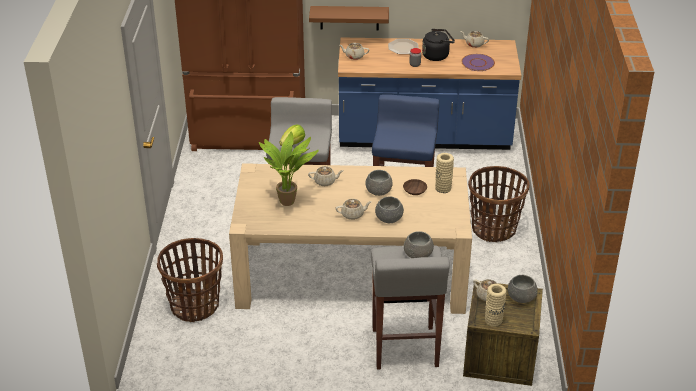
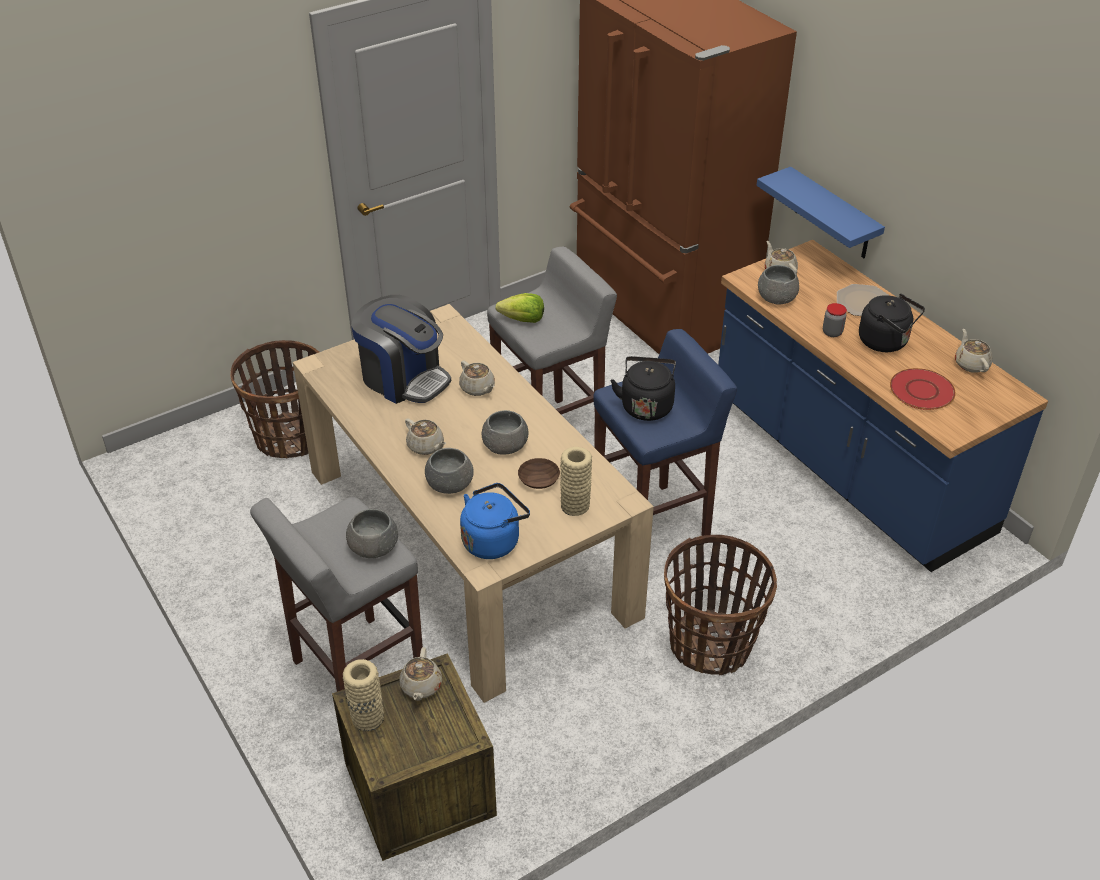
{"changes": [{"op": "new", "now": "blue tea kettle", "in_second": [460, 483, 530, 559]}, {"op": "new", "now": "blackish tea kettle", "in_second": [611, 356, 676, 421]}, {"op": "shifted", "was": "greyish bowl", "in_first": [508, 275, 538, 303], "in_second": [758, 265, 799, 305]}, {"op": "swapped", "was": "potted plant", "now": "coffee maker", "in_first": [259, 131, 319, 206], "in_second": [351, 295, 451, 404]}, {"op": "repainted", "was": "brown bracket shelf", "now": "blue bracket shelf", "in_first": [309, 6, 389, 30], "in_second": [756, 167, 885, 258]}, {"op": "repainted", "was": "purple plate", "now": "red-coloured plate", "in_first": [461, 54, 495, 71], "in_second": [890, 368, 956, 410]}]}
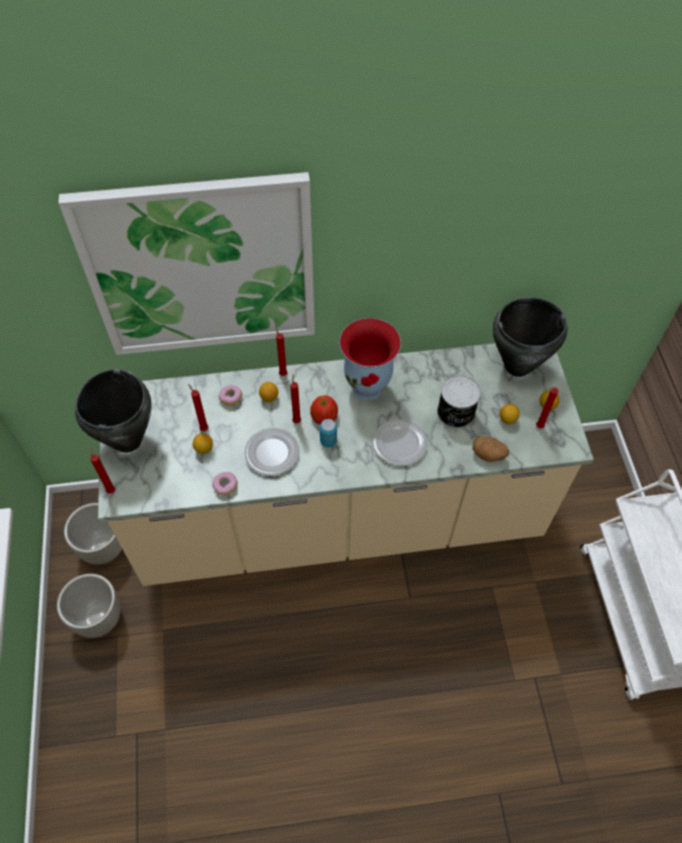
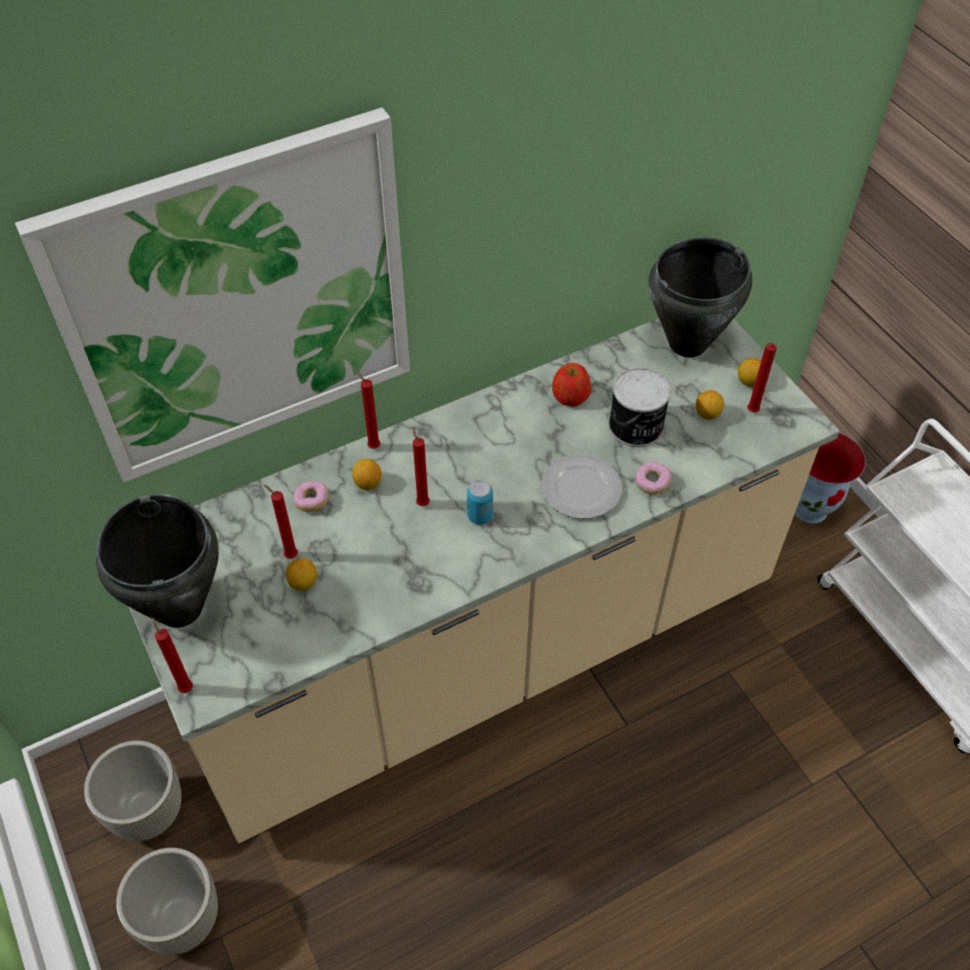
{"changes": [{"op": "gone", "was": "plate", "in_first": [244, 428, 299, 476]}, {"op": "gone", "was": "whole potato", "in_first": [473, 436, 509, 462]}, {"op": "shifted", "was": "doughnut", "in_first": [212, 472, 238, 495], "in_second": [635, 462, 672, 494]}, {"op": "shifted", "was": "apple", "in_first": [310, 395, 338, 424], "in_second": [552, 363, 591, 407]}, {"op": "shifted", "was": "vase", "in_first": [339, 318, 401, 401], "in_second": [795, 433, 866, 523]}]}
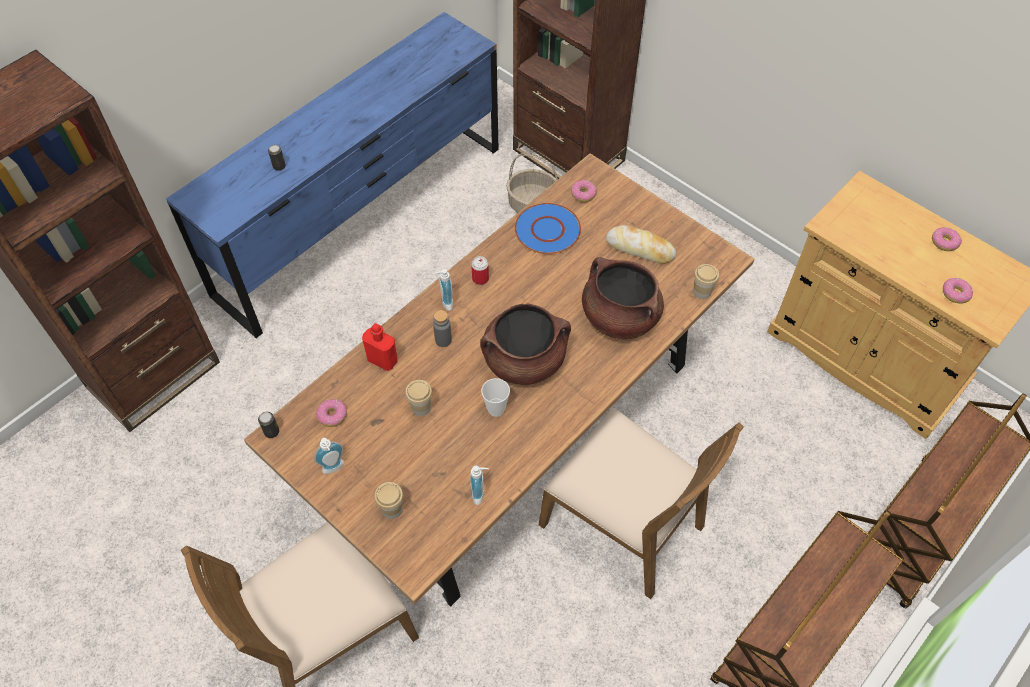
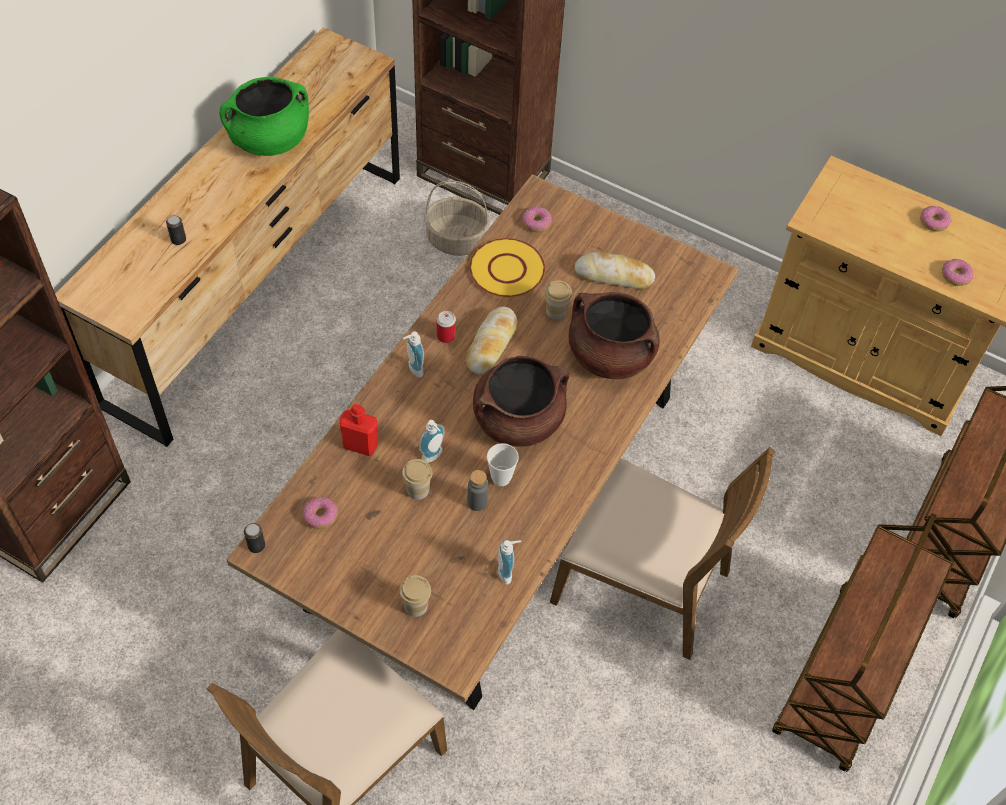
{"changes": [{"op": "new", "now": "green stockpot", "in_second": [219, 77, 309, 156]}, {"op": "new", "now": "bakery bread", "in_second": [466, 306, 517, 375]}, {"op": "shifted", "was": "liquid soap bottle", "in_first": [314, 438, 344, 474], "in_second": [419, 420, 445, 463]}, {"op": "shifted", "was": "greyish bottle", "in_first": [433, 310, 452, 347], "in_second": [468, 470, 488, 511]}, {"op": "shifted", "was": "drinking cup", "in_first": [693, 264, 719, 299], "in_second": [545, 280, 572, 320]}, {"op": "repainted", "was": "blue drawer chest", "now": "brown drawer chest", "in_first": [166, 12, 499, 338], "in_second": [55, 27, 400, 447]}, {"op": "repainted", "was": "blue plate", "now": "yellowish plate", "in_first": [514, 203, 581, 254], "in_second": [469, 238, 545, 297]}]}
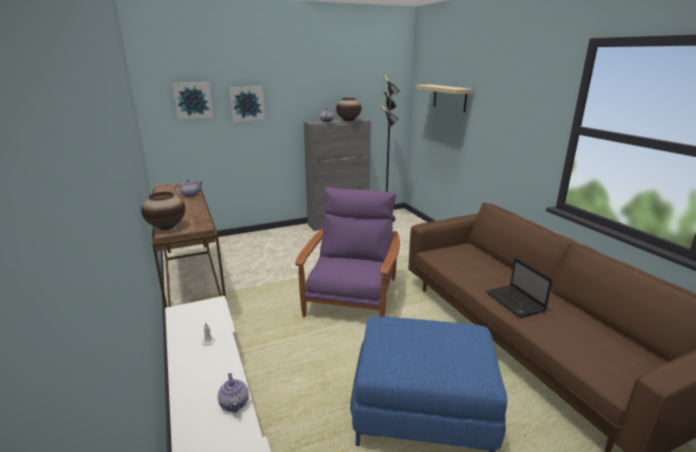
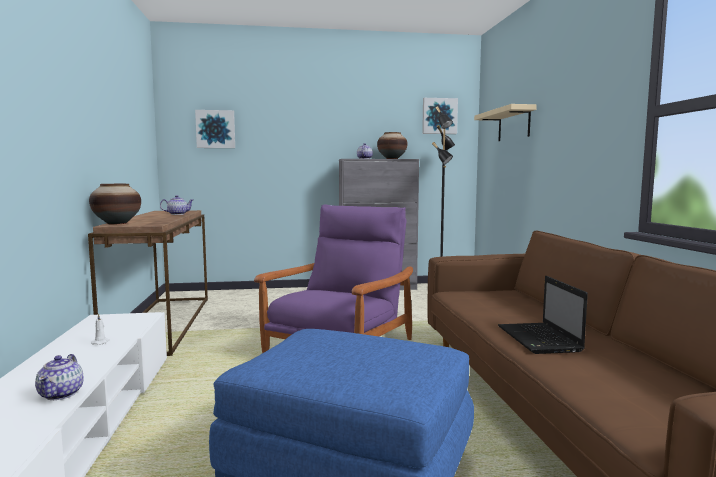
{"changes": [{"op": "shifted", "was": "picture", "in_first": [229, 86, 265, 122], "in_second": [422, 98, 458, 134]}]}
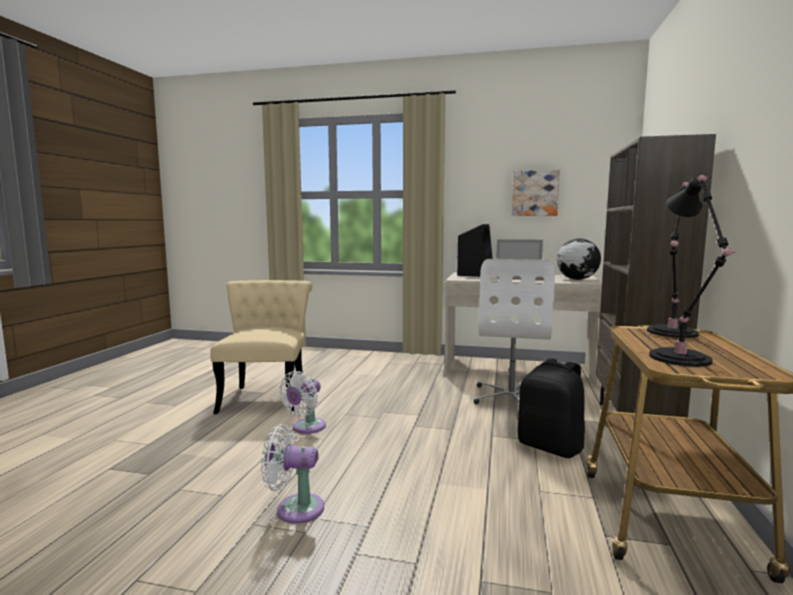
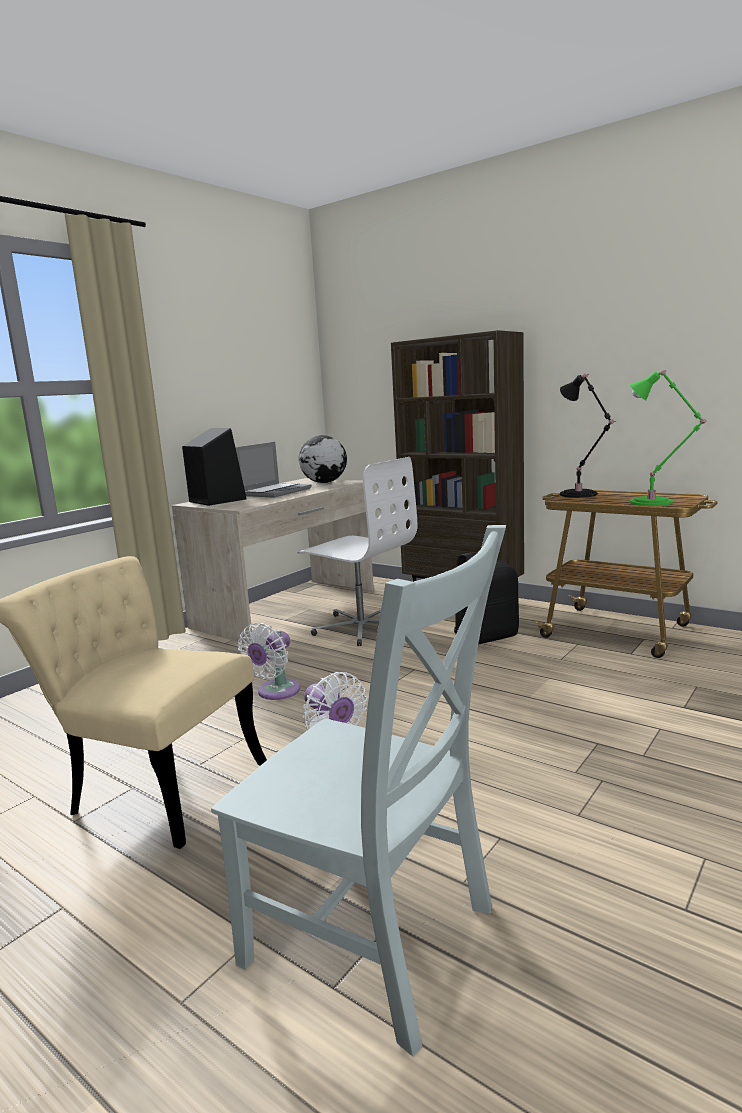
{"changes": [{"op": "gone", "was": "picture", "in_first": [512, 170, 560, 216]}, {"op": "new", "now": "greyish plain chair", "in_second": [211, 525, 506, 1057]}, {"op": "shifted", "was": "whitish electric fan", "in_first": [261, 424, 324, 524], "in_second": [238, 623, 300, 700]}, {"op": "repainted", "was": "blackish lamp for a table", "now": "green lamp for a table", "in_first": [649, 175, 736, 367], "in_second": [630, 370, 706, 506]}]}
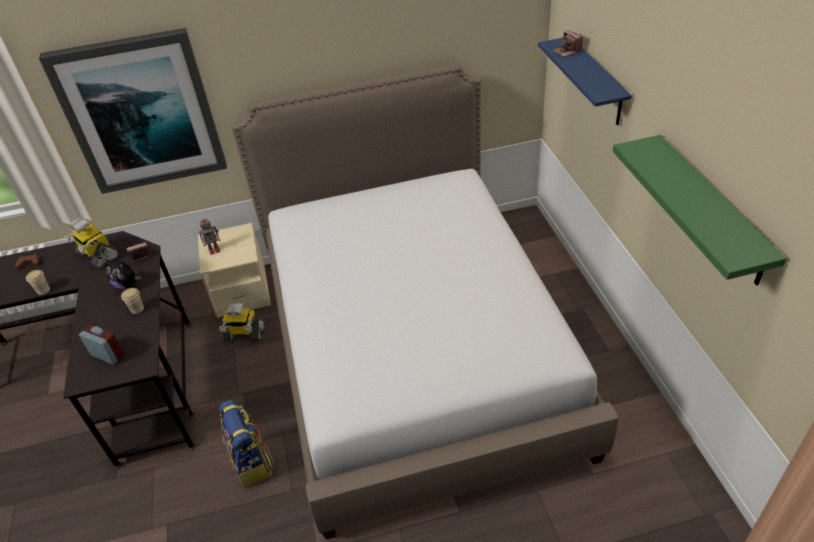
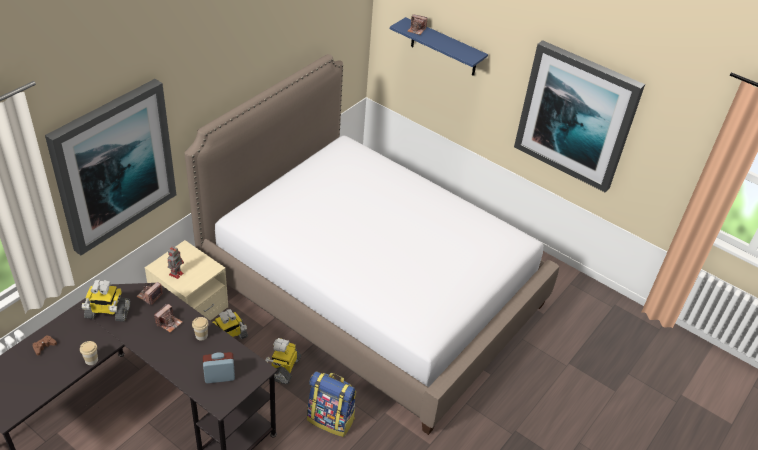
{"changes": [{"op": "new", "now": "robot figure", "in_second": [265, 338, 301, 384]}, {"op": "swapped", "was": "cuddly toy", "now": "photo camera", "in_first": [105, 259, 141, 290], "in_second": [154, 303, 183, 333]}, {"op": "swapped", "was": "green bracket shelf", "now": "picture", "in_first": [613, 135, 787, 285], "in_second": [514, 40, 645, 193]}]}
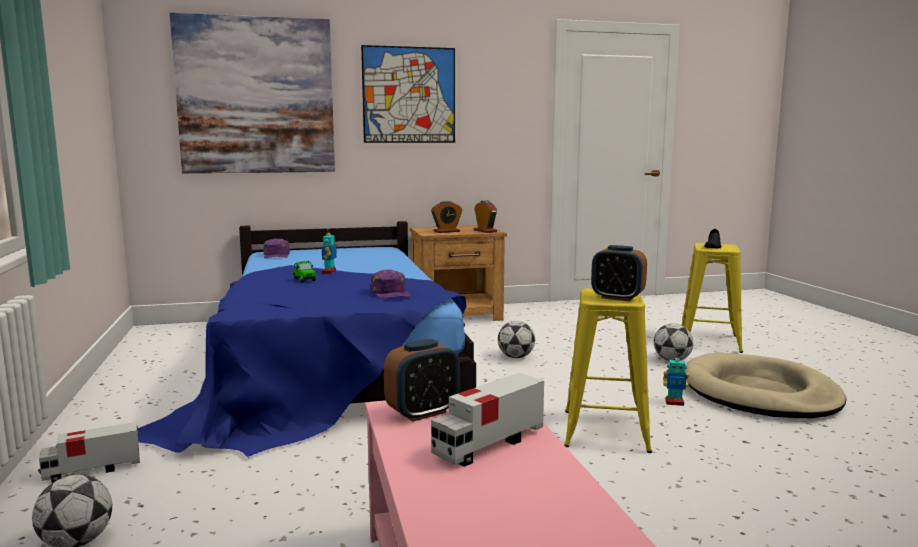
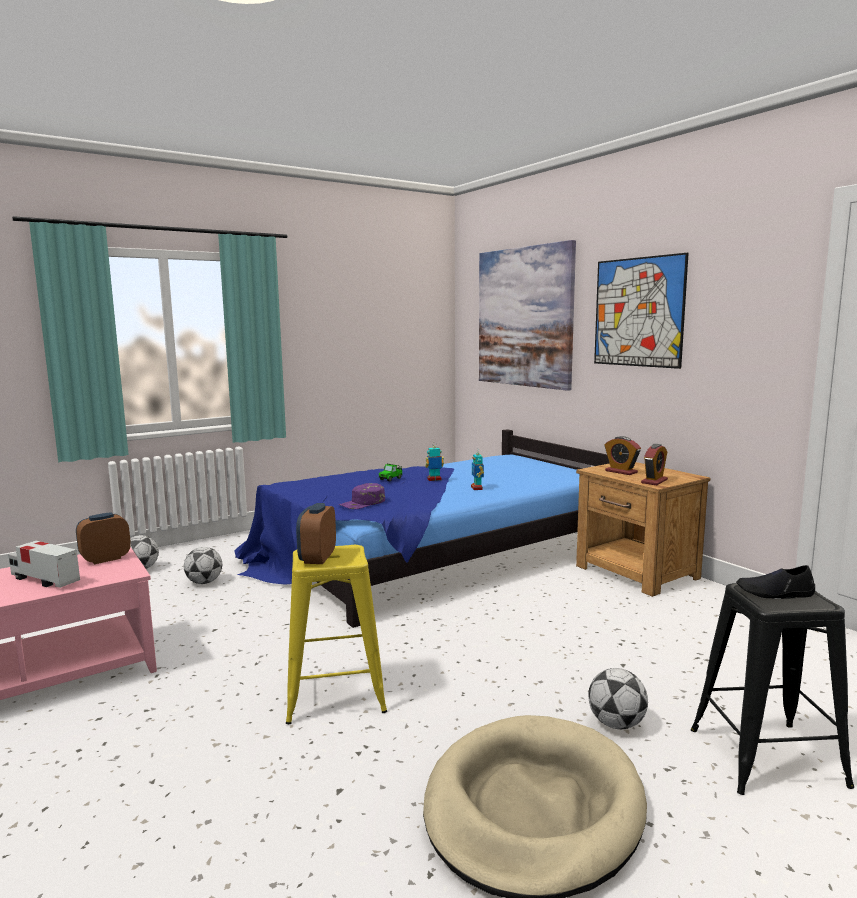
{"changes": [{"op": "gone", "was": "toy lorry", "in_first": [38, 422, 140, 483]}, {"op": "gone", "was": "purple peaked cap", "in_first": [263, 239, 290, 258]}, {"op": "shifted", "was": "ball for football", "in_first": [498, 321, 535, 358], "in_second": [184, 547, 222, 584]}, {"op": "shifted", "was": "robot figure", "in_first": [663, 353, 689, 406], "in_second": [471, 449, 484, 490]}, {"op": "repainted", "was": "yellowish sitting stool", "now": "blackish sitting stool", "in_first": [682, 243, 743, 353], "in_second": [691, 583, 854, 795]}, {"op": "rotated", "was": "bedside clock", "in_first": [384, 339, 460, 422], "in_second": [76, 512, 131, 564], "clockwise": 105}]}
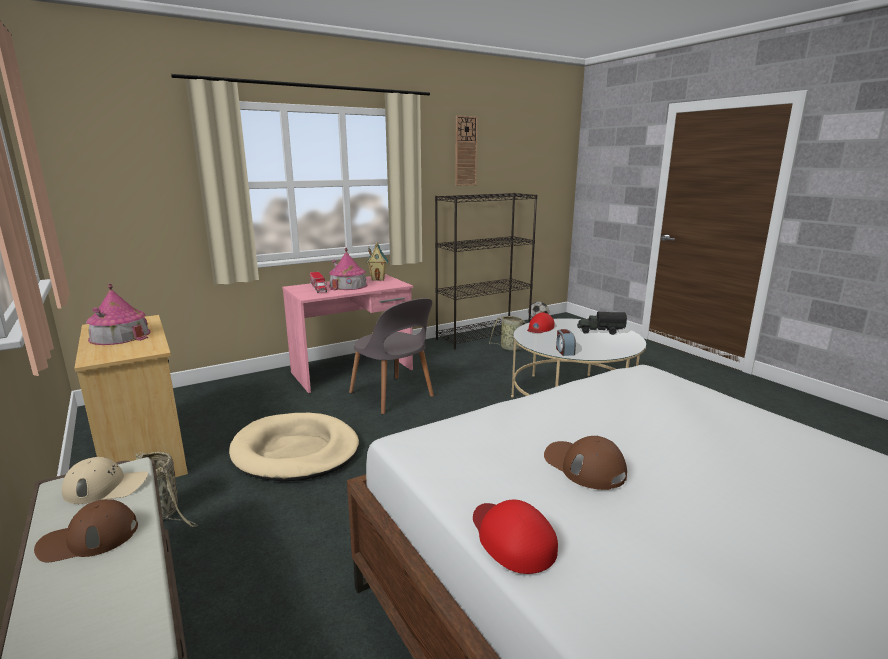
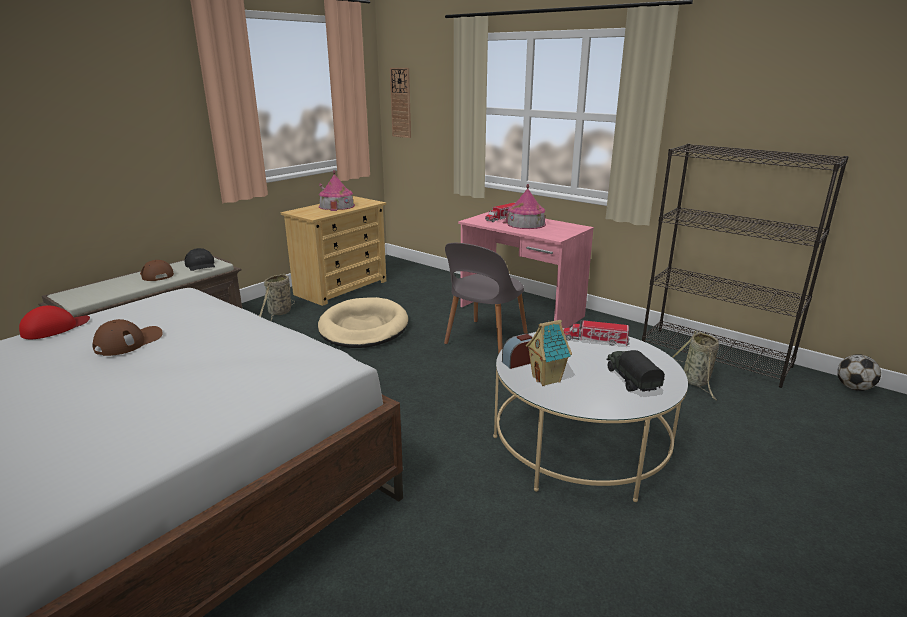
{"changes": [{"op": "shifted", "was": "toy house", "in_first": [366, 242, 388, 281], "in_second": [526, 320, 572, 386]}, {"op": "shifted", "was": "hanging clock", "in_first": [455, 115, 478, 186], "in_second": [390, 68, 411, 138]}, {"op": "swapped", "was": "red-coloured peaked cap", "now": "toy lorry", "in_first": [527, 312, 555, 333], "in_second": [563, 320, 630, 346]}, {"op": "repainted", "was": "beige-coloured peaked cap", "now": "blackish peaked cap", "in_first": [61, 457, 148, 504], "in_second": [184, 248, 215, 271]}]}
